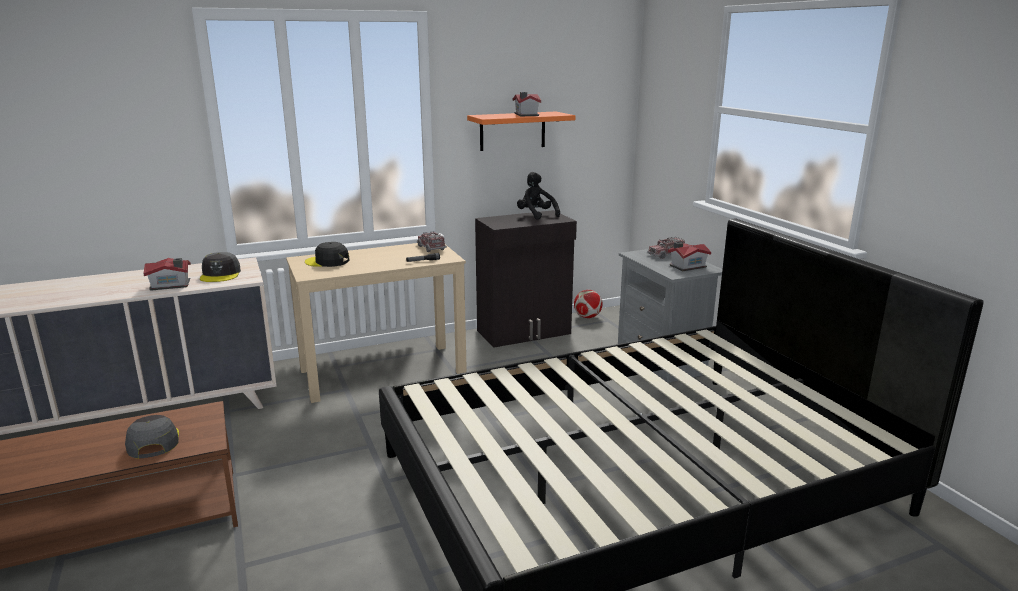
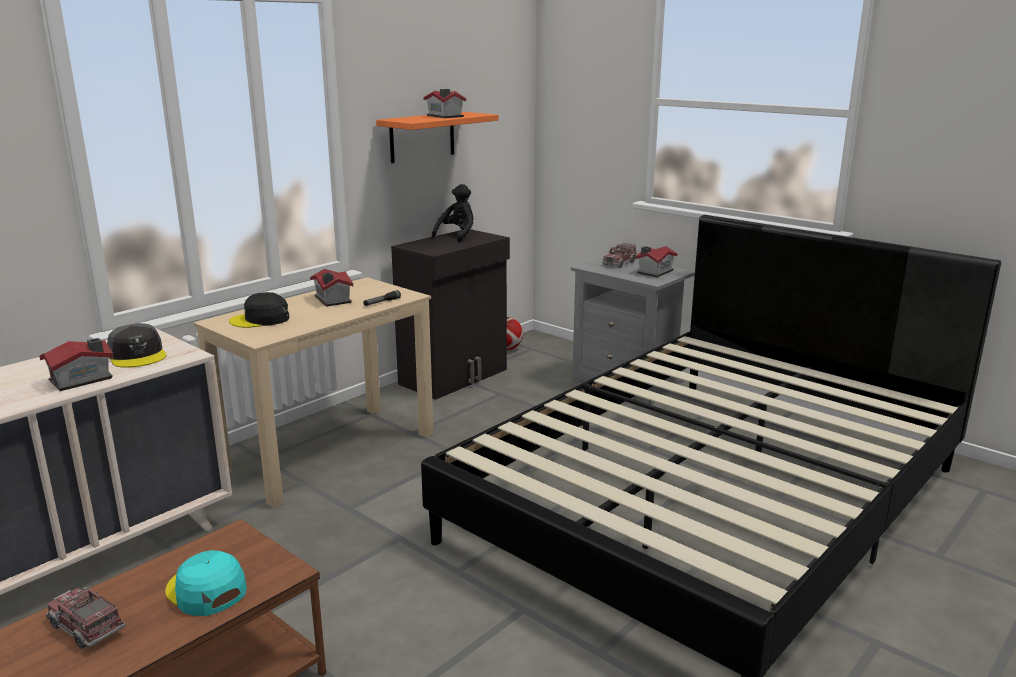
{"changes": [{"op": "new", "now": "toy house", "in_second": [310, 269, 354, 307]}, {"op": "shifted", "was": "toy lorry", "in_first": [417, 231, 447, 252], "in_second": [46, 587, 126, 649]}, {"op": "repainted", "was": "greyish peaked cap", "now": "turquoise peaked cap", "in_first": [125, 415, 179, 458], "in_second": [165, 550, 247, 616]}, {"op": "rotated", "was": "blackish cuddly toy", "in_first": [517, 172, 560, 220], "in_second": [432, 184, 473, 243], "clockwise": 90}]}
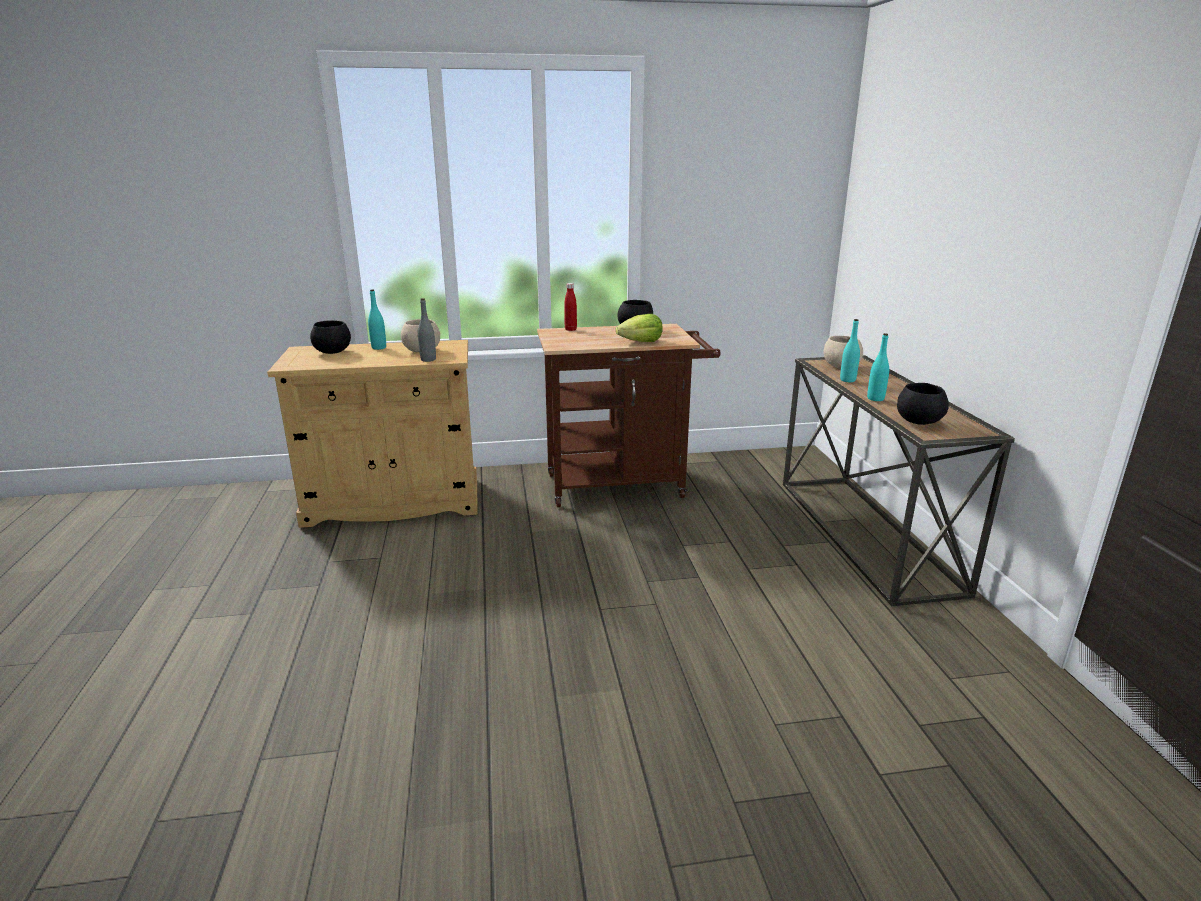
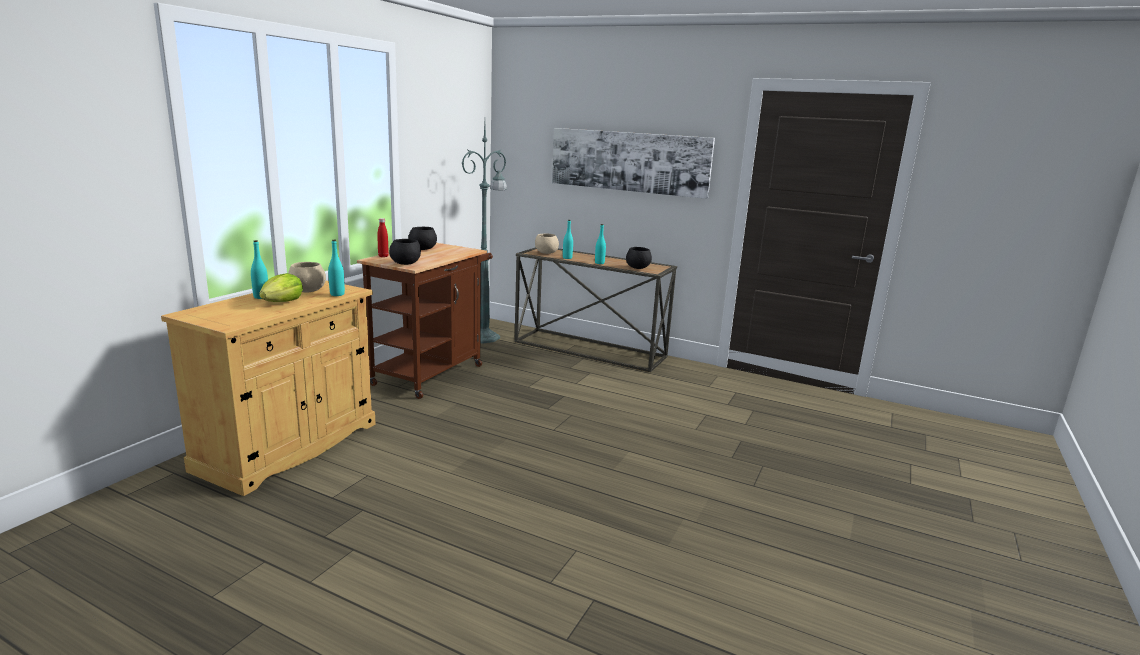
{"changes": [{"op": "new", "now": "green standard lamp", "in_second": [462, 124, 507, 344]}, {"op": "new", "now": "picture", "in_second": [552, 128, 715, 199]}, {"op": "shifted", "was": "blackish bowl", "in_first": [310, 320, 351, 354], "in_second": [389, 239, 421, 265]}, {"op": "shifted", "was": "head of lettuce", "in_first": [616, 314, 663, 342], "in_second": [259, 273, 303, 302]}, {"op": "repainted", "was": "greyish bottle", "now": "turquoise bottle", "in_first": [418, 298, 436, 362], "in_second": [328, 240, 345, 296]}]}
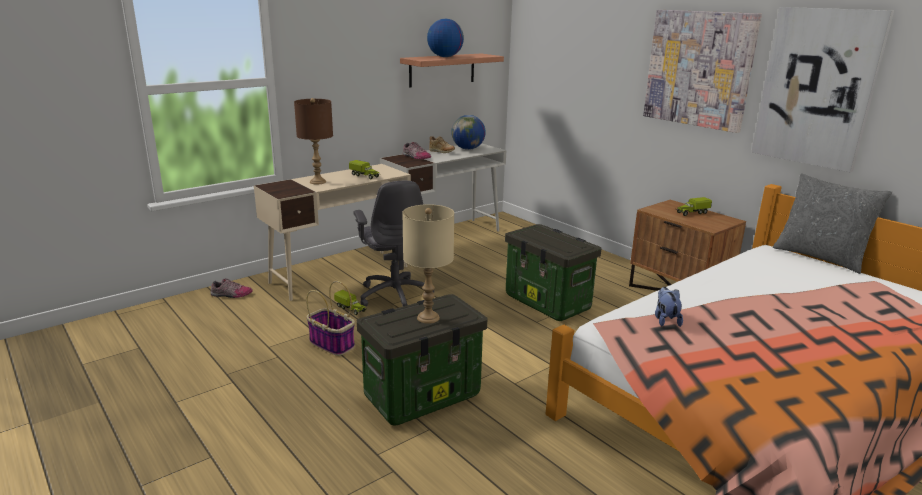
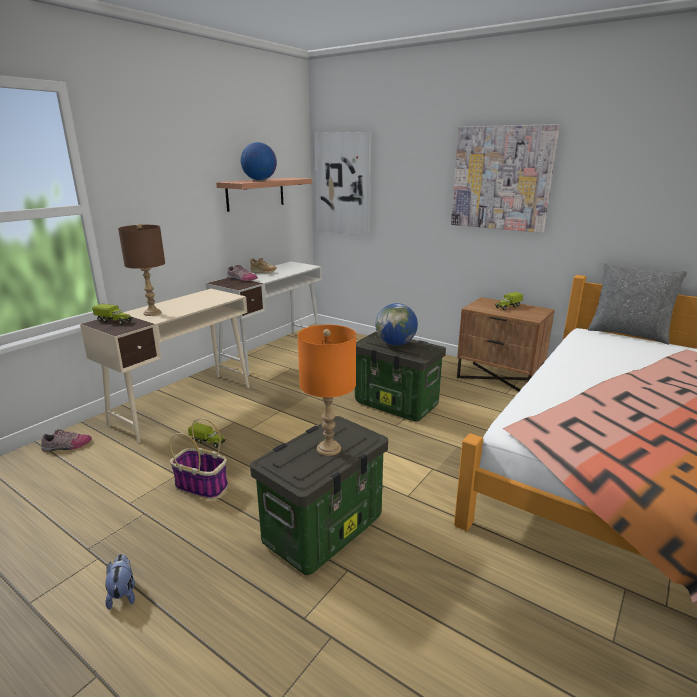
{"changes": [{"op": "gone", "was": "greyish desk chair", "in_first": [353, 180, 434, 307]}, {"op": "shifted", "was": "toy lorry", "in_first": [349, 160, 379, 179], "in_second": [92, 303, 133, 325]}, {"op": "shifted", "was": "globe", "in_first": [451, 115, 486, 150], "in_second": [375, 303, 418, 346]}, {"op": "shifted", "was": "cuddly toy", "in_first": [655, 287, 683, 327], "in_second": [105, 554, 135, 610]}, {"op": "shifted", "was": "picture", "in_first": [751, 7, 894, 172], "in_second": [315, 132, 372, 236]}, {"op": "repainted", "was": "beige-coloured lamp for a table", "now": "orange lamp for a table", "in_first": [402, 204, 454, 324], "in_second": [298, 325, 356, 456]}]}
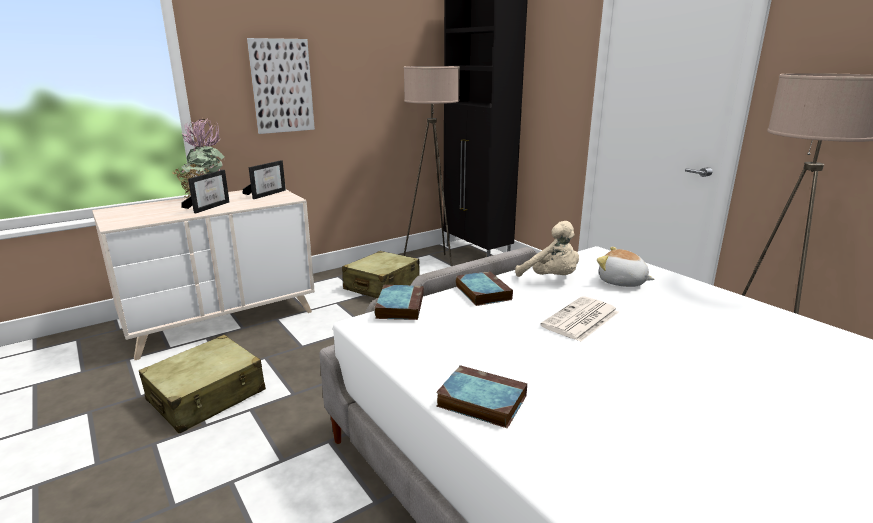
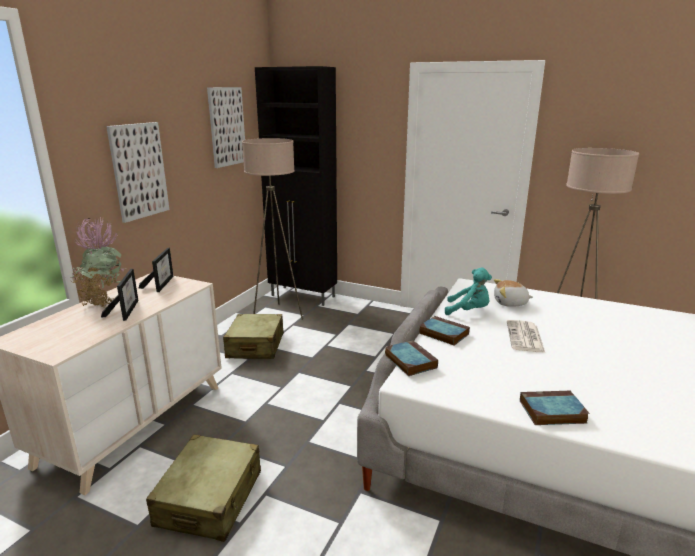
{"changes": [{"op": "new", "now": "picture", "in_second": [207, 87, 245, 168]}, {"op": "repainted", "was": "beige-coloured cuddly toy", "now": "turquoise cuddly toy", "in_first": [515, 221, 579, 277], "in_second": [445, 268, 492, 315]}]}
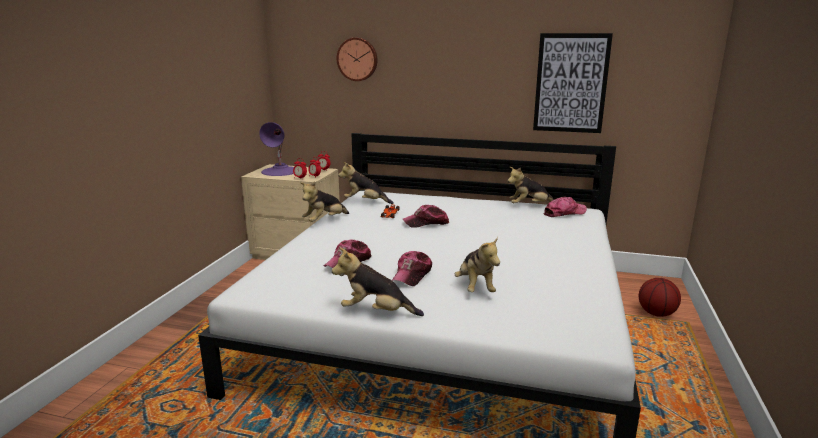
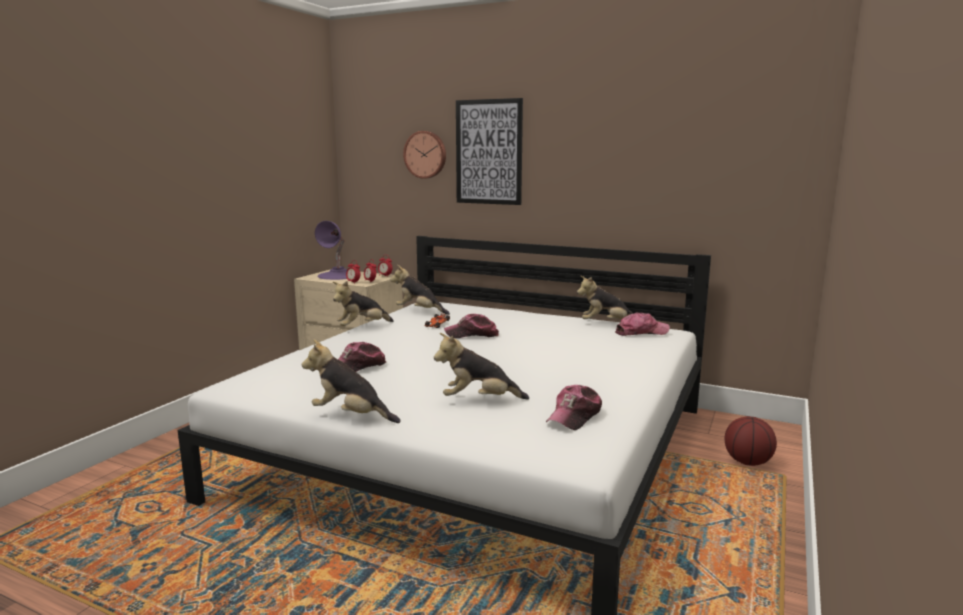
{"changes": [{"op": "shifted", "was": "peaked cap", "in_first": [392, 251, 432, 286], "in_second": [546, 385, 602, 430]}, {"op": "shifted", "was": "picture", "in_first": [533, 33, 613, 133], "in_second": [456, 98, 523, 205]}, {"op": "rotated", "was": "cuddly toy", "in_first": [455, 237, 500, 292], "in_second": [434, 333, 529, 400], "clockwise": 90}]}
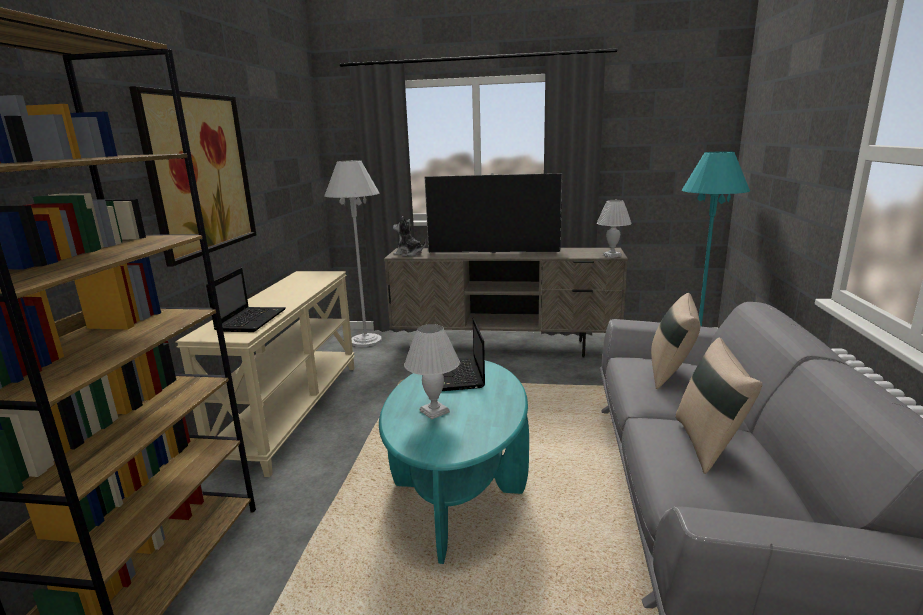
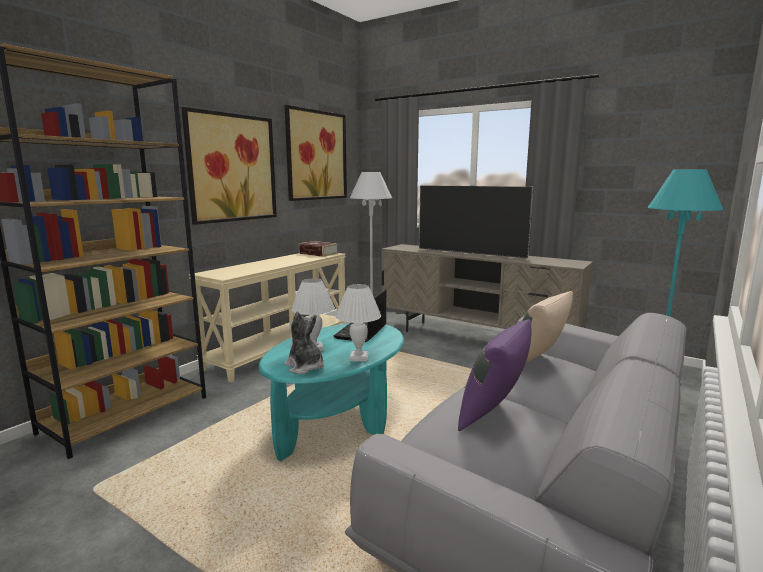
{"changes": [{"op": "gone", "was": "portable computer", "in_first": [206, 268, 286, 332]}, {"op": "new", "now": "picture", "in_second": [285, 105, 347, 201]}, {"op": "new", "now": "volume", "in_second": [299, 241, 338, 257]}, {"op": "shifted", "was": "cuddly toy", "in_first": [393, 216, 426, 256], "in_second": [284, 311, 324, 374]}, {"op": "shifted", "was": "whitish lamp for a table", "in_first": [597, 200, 632, 258], "in_second": [336, 284, 381, 361]}, {"op": "repainted", "was": "beige-coloured throw pillow", "now": "purple throw pillow", "in_first": [676, 338, 763, 474], "in_second": [458, 319, 532, 431]}]}
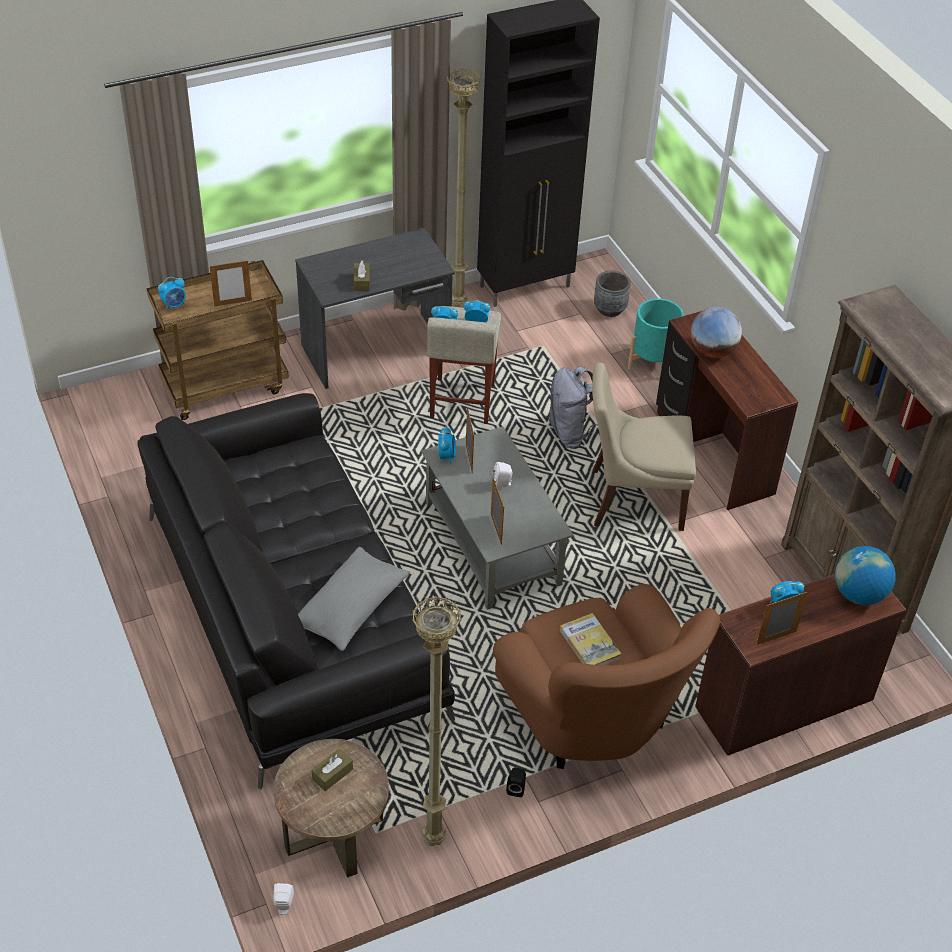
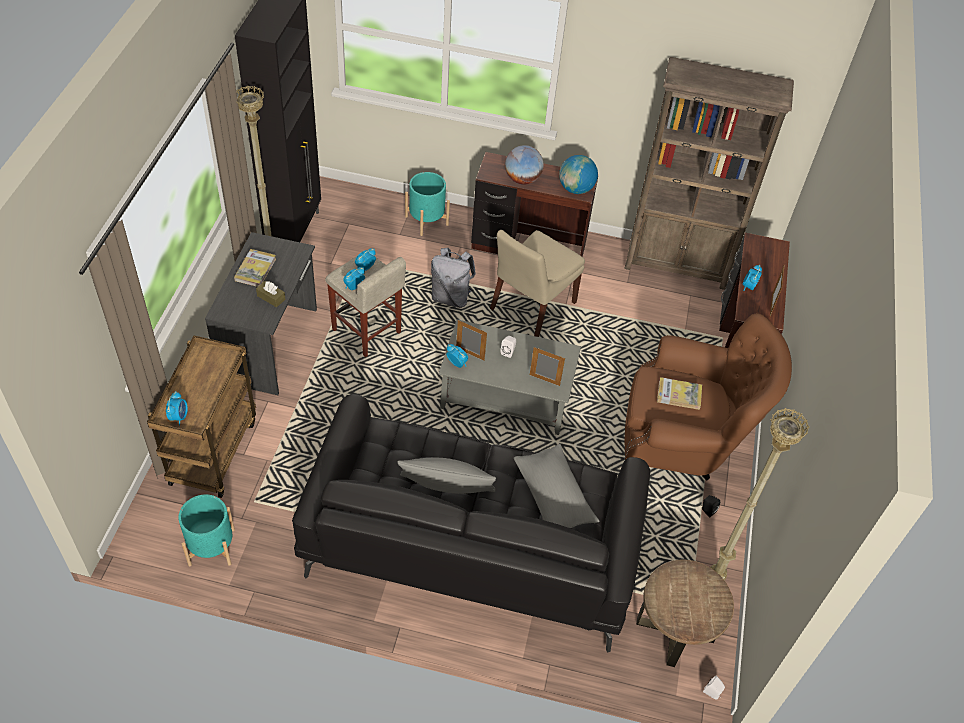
{"changes": [{"op": "gone", "was": "picture frame", "in_first": [210, 261, 252, 306]}, {"op": "gone", "was": "brown tissue holder", "in_first": [312, 749, 353, 791]}, {"op": "gone", "was": "greyish planter", "in_first": [594, 271, 631, 317]}, {"op": "new", "now": "turquoise planter", "in_second": [178, 494, 235, 566]}, {"op": "new", "now": "volume", "in_second": [234, 249, 276, 287]}, {"op": "new", "now": "greyish throw pillow", "in_second": [397, 457, 496, 494]}, {"op": "shifted", "was": "globe", "in_first": [835, 546, 896, 605], "in_second": [559, 155, 598, 194]}]}
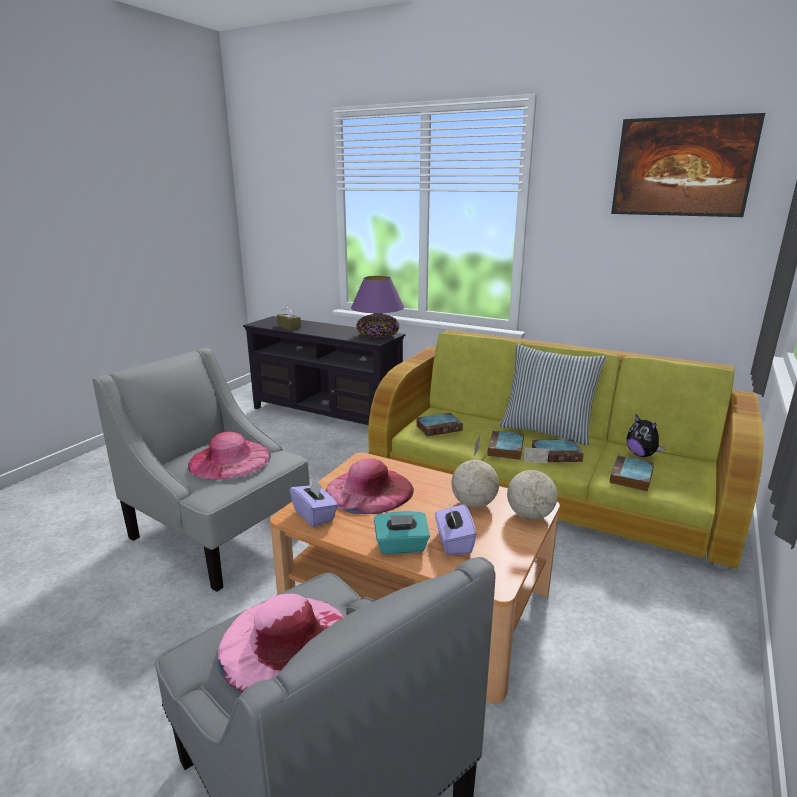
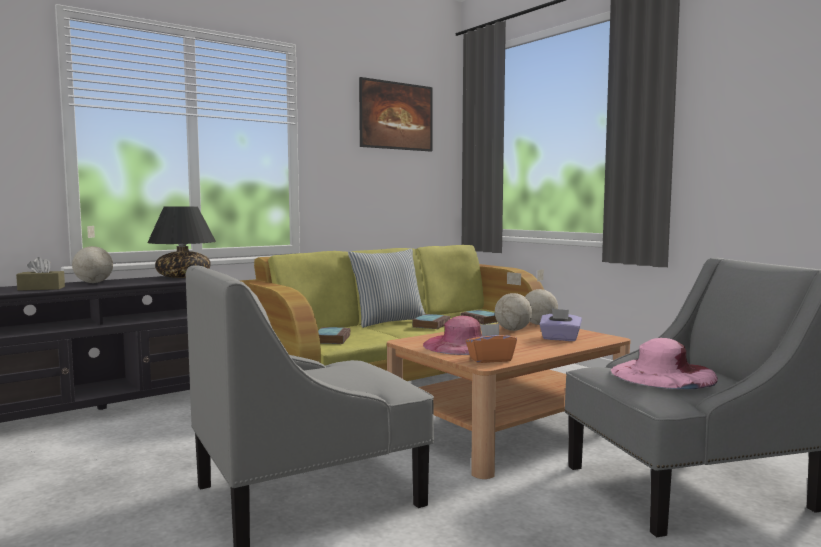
{"changes": [{"op": "gone", "was": "pinkish hat", "in_first": [188, 431, 271, 480]}, {"op": "gone", "was": "turquoise tissue holder", "in_first": [374, 511, 430, 555]}, {"op": "gone", "was": "volume", "in_first": [488, 431, 524, 460]}, {"op": "gone", "was": "cuddly toy", "in_first": [627, 415, 665, 457]}, {"op": "new", "now": "globe", "in_second": [72, 226, 113, 283]}, {"op": "repainted", "was": "purple tissue holder", "now": "orange tissue holder", "in_first": [290, 477, 338, 527], "in_second": [466, 324, 517, 363]}, {"op": "repainted", "was": "purple lamp for a table", "now": "blackish lamp for a table", "in_first": [351, 276, 405, 338], "in_second": [147, 207, 216, 278]}]}
